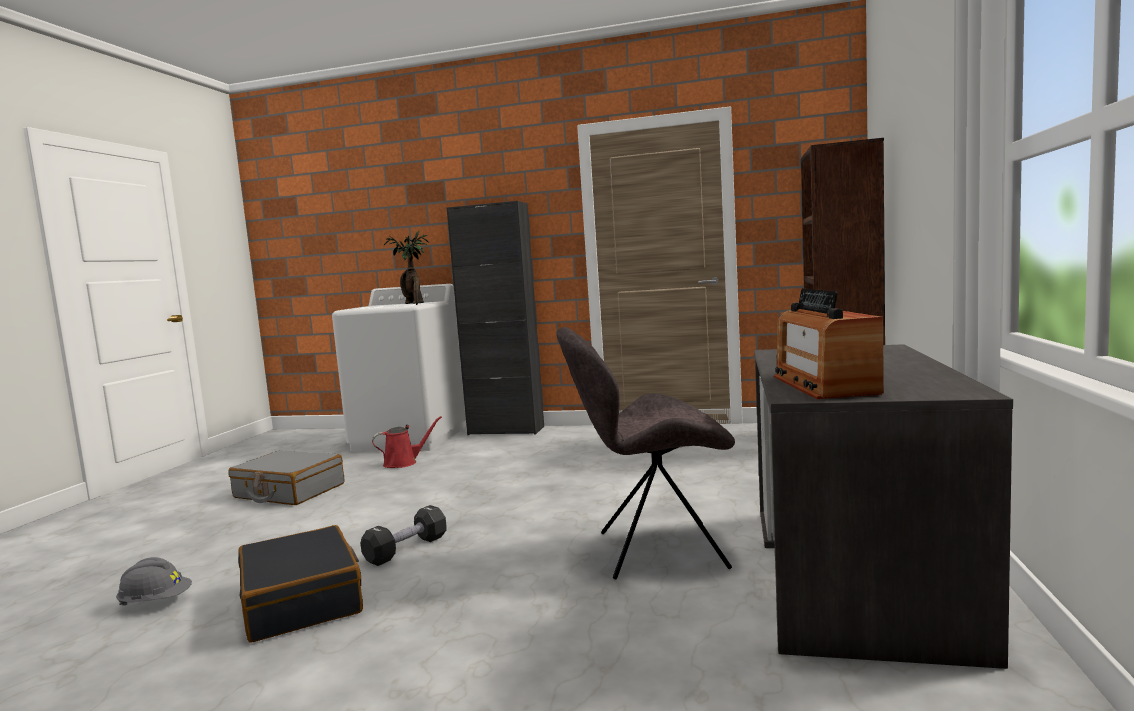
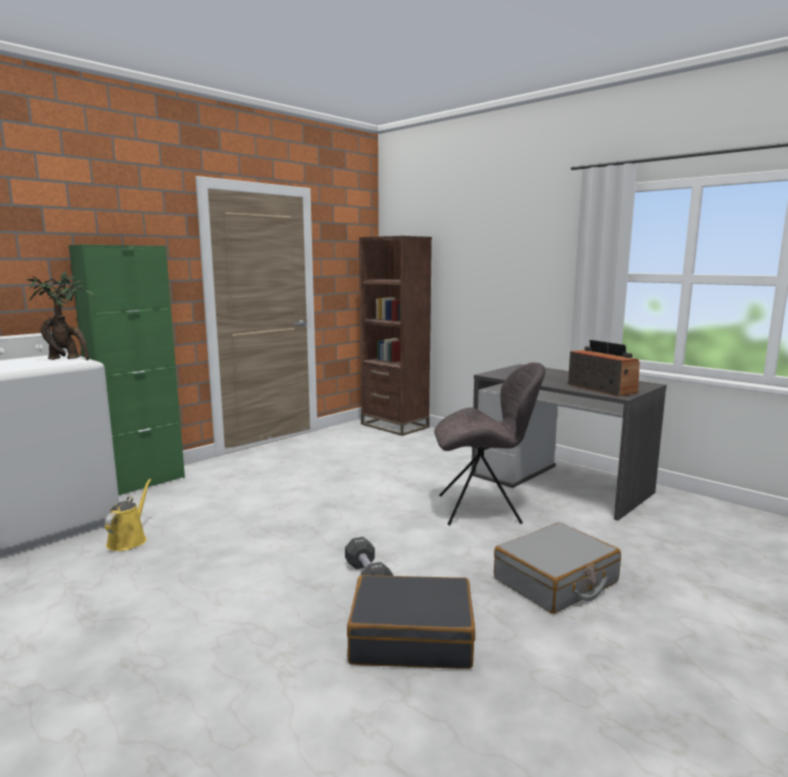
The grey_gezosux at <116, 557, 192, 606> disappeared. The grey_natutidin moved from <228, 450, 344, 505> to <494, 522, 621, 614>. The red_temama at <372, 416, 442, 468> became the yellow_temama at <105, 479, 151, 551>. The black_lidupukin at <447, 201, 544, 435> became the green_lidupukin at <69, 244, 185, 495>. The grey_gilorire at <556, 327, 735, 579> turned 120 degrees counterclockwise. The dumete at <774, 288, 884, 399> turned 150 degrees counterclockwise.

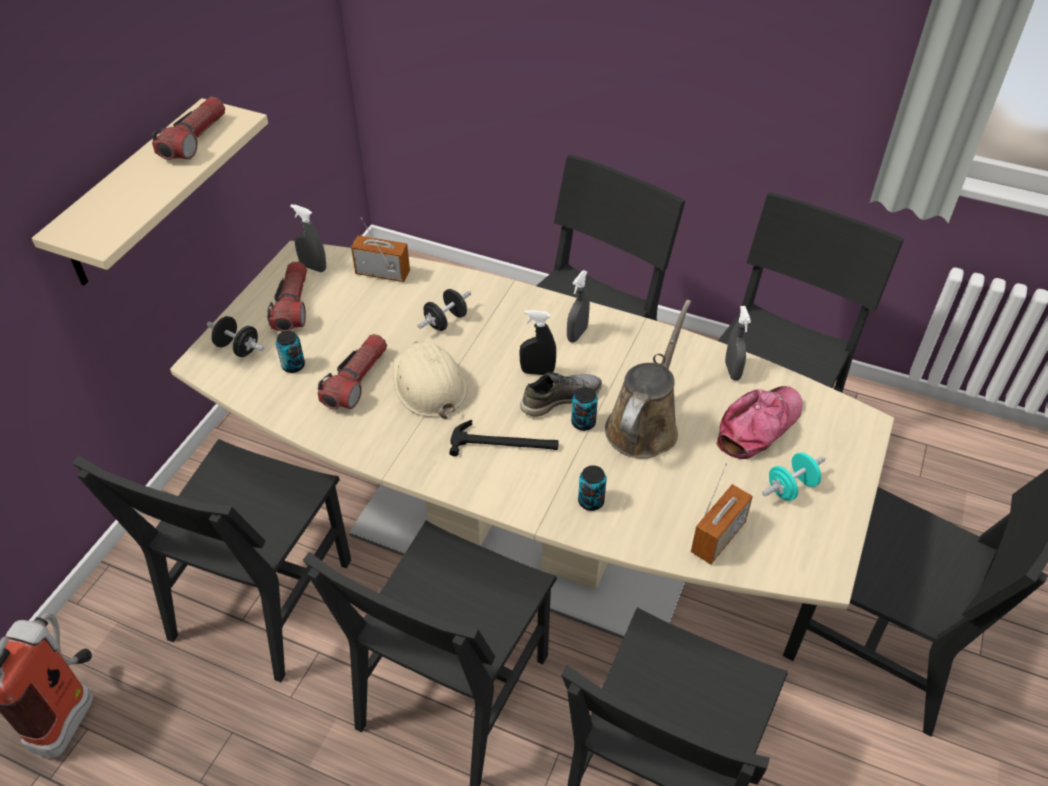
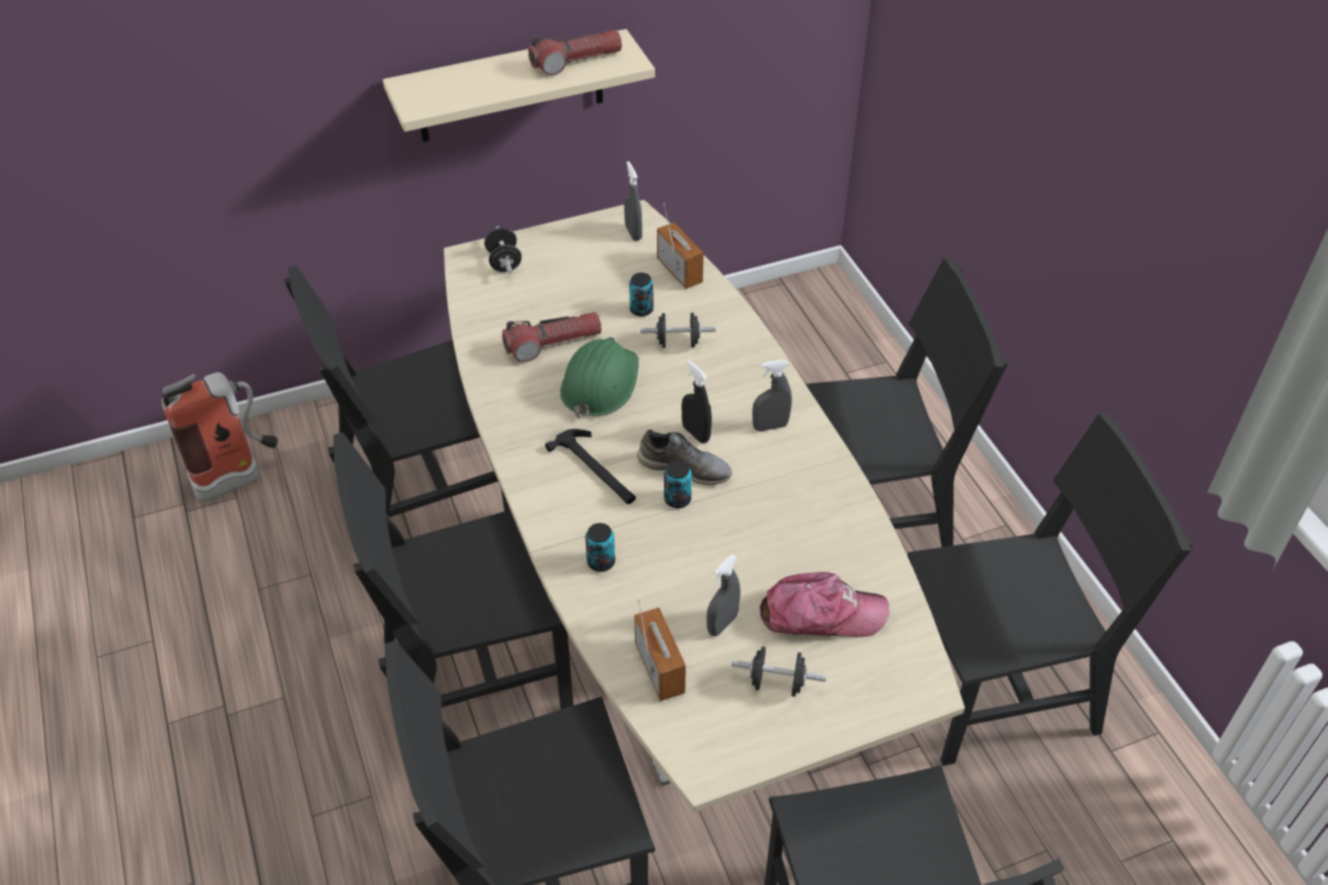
The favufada at <267, 262, 307, 332> disappeared. The brown_temama at <605, 300, 691, 459> disappeared. The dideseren moved from <276, 331, 305, 373> to <629, 273, 654, 317>. The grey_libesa moved from <725, 306, 751, 381> to <707, 554, 741, 636>. The beige_gezosux at <393, 342, 467, 419> became the green_gezosux at <560, 337, 639, 419>. The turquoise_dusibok at <762, 452, 825, 501> became the black_dusibok at <731, 647, 826, 697>. The dumete at <691, 463, 753, 564> turned 105 degrees counterclockwise.

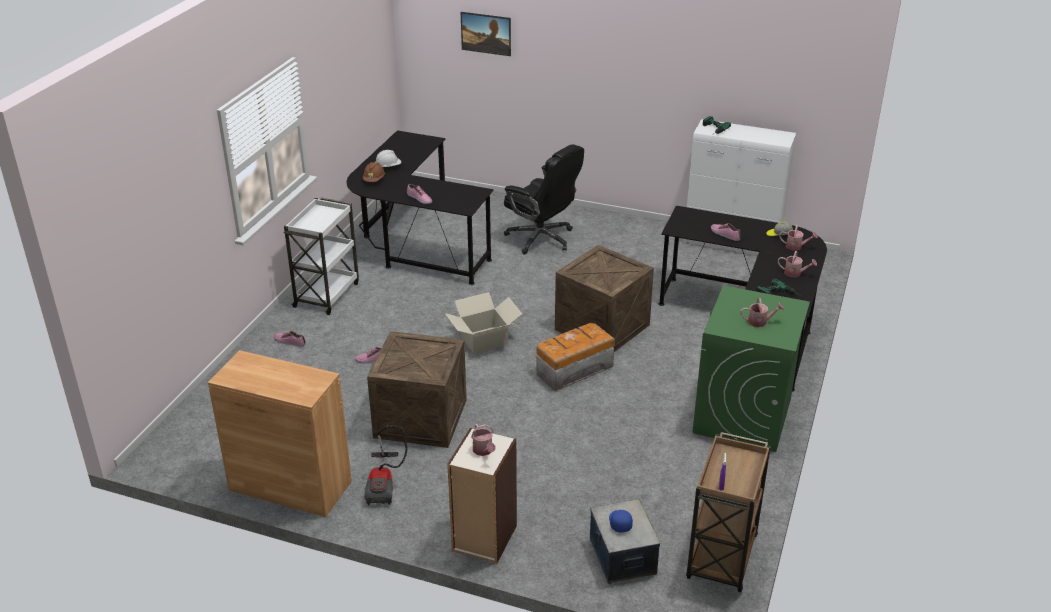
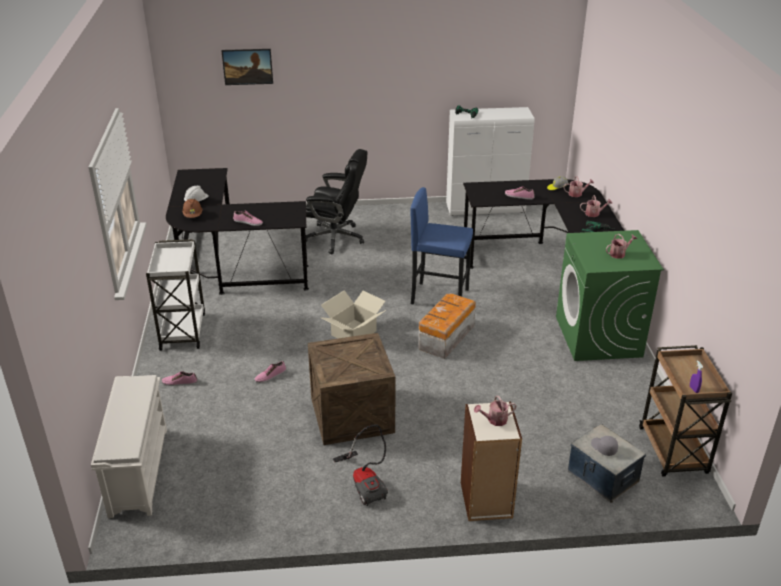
The brown_lidupukin at <208, 350, 352, 517> disappeared. The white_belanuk at <91, 375, 167, 518> appeared. The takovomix at <555, 245, 654, 352> was replaced by the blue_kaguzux at <410, 187, 473, 305>. The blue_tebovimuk at <609, 510, 633, 533> became the grey_tebovimuk at <591, 436, 618, 456>. The temama at <471, 424, 496, 456> turned 120 degrees clockwise.

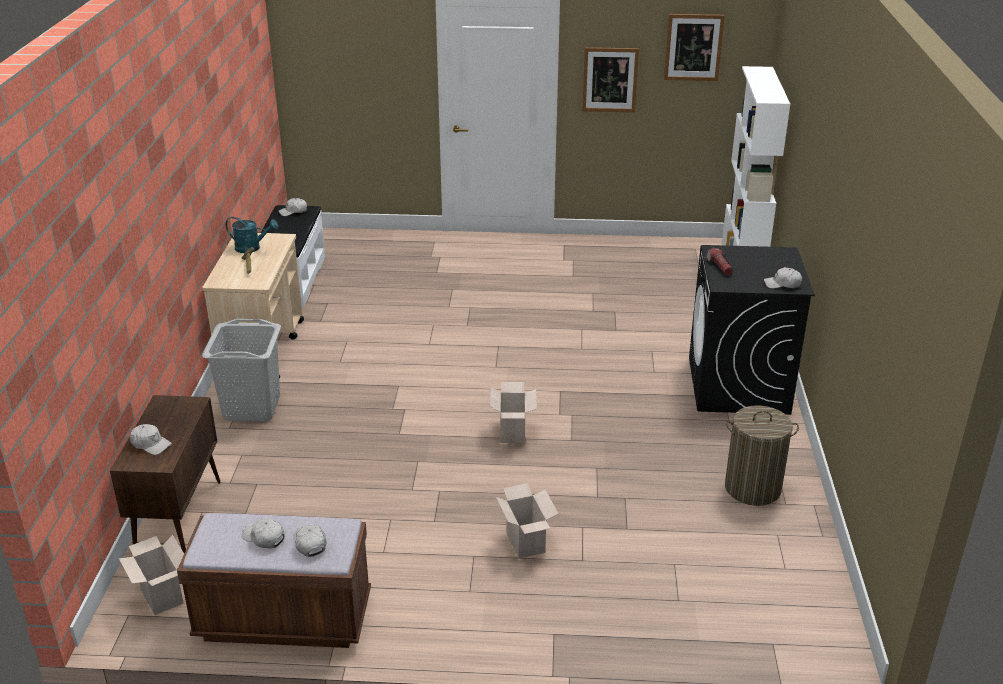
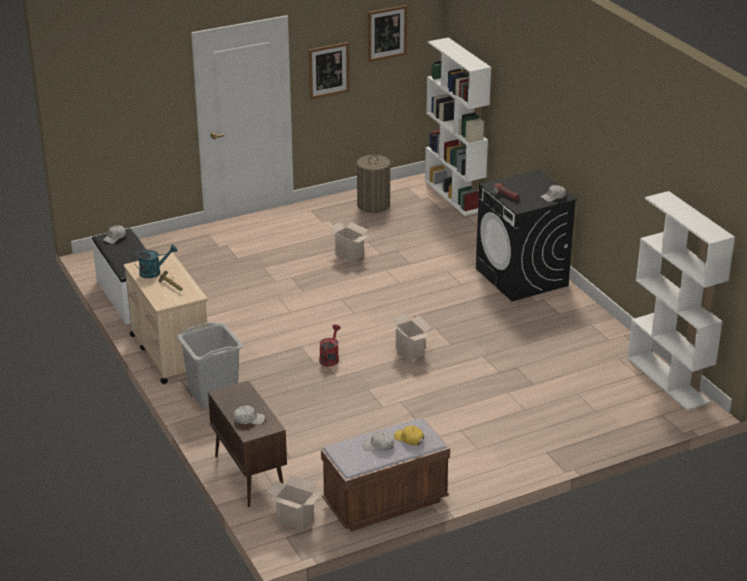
The red_temama at <319, 324, 341, 366> appeared. The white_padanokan at <627, 191, 735, 410> appeared. The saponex moved from <496, 483, 559, 558> to <330, 222, 368, 263>. The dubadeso moved from <725, 405, 799, 506> to <354, 155, 393, 213>. The white_tebovimuk at <293, 524, 327, 557> became the yellow_tebovimuk at <394, 426, 424, 446>.

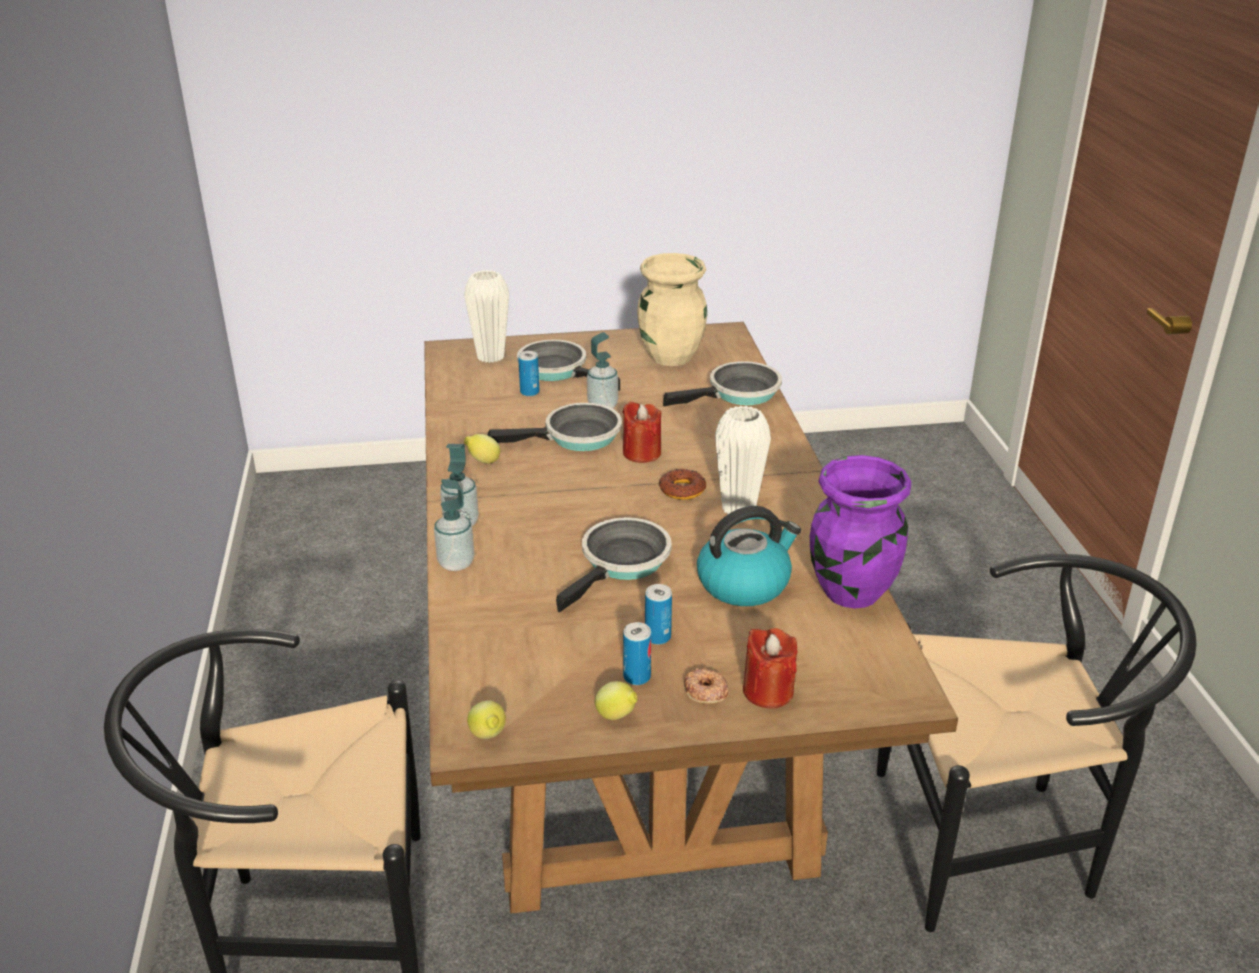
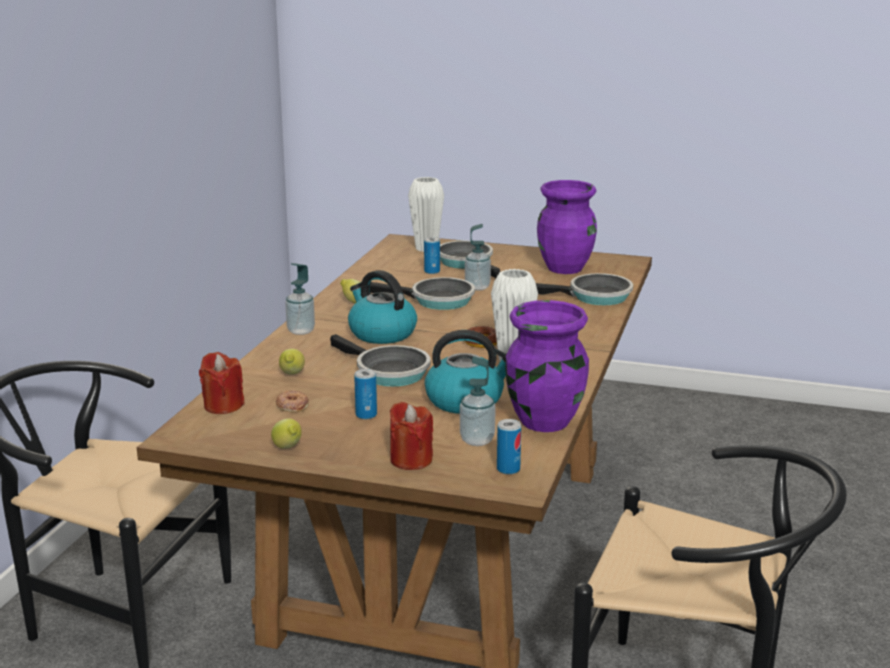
The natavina at <348, 270, 417, 344> appeared. The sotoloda moved from <434, 479, 475, 571> to <460, 356, 496, 446>. The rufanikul moved from <467, 700, 506, 739> to <279, 349, 305, 375>. The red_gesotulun moved from <623, 402, 661, 463> to <199, 352, 245, 414>. The dideseren moved from <623, 622, 651, 685> to <497, 419, 521, 475>. The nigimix moved from <684, 668, 728, 704> to <276, 390, 309, 412>. The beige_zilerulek at <637, 253, 707, 366> became the purple_zilerulek at <537, 180, 597, 274>. The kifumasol at <556, 517, 671, 612> turned 75 degrees clockwise.

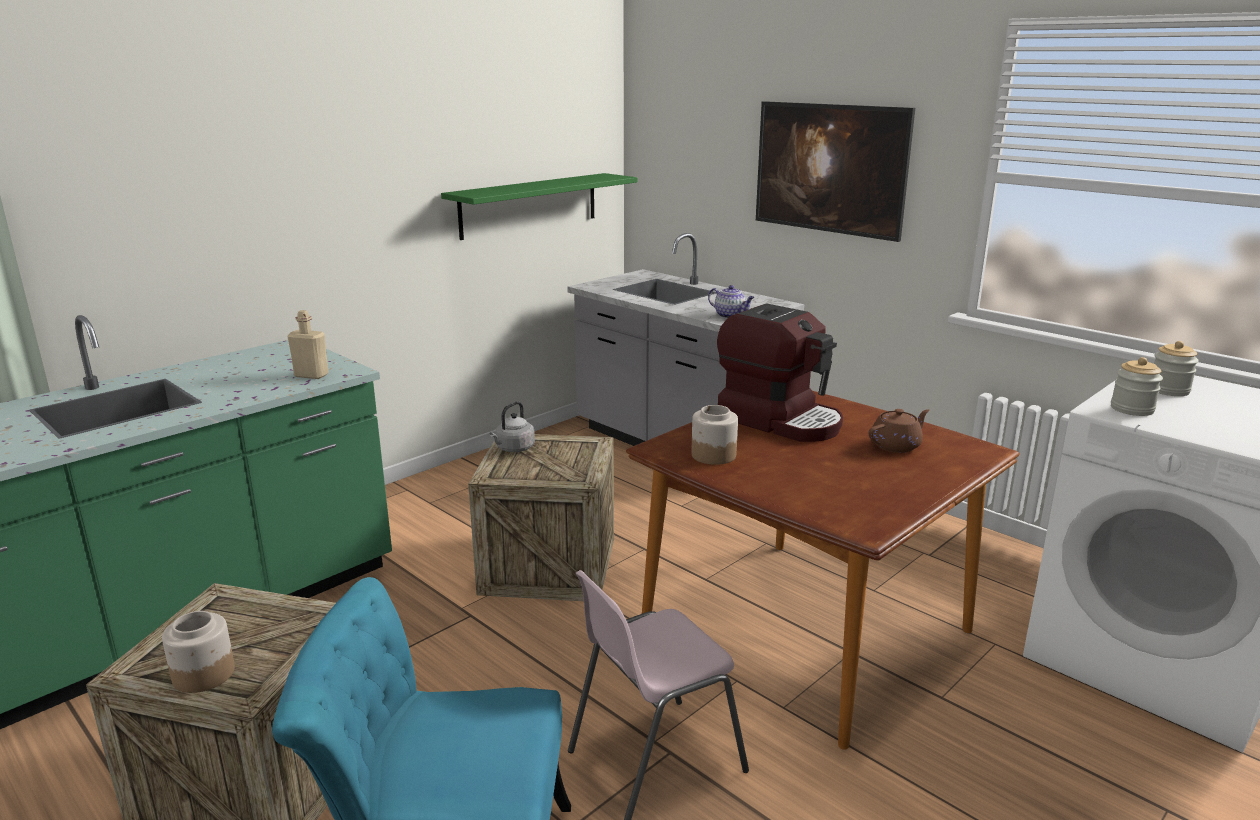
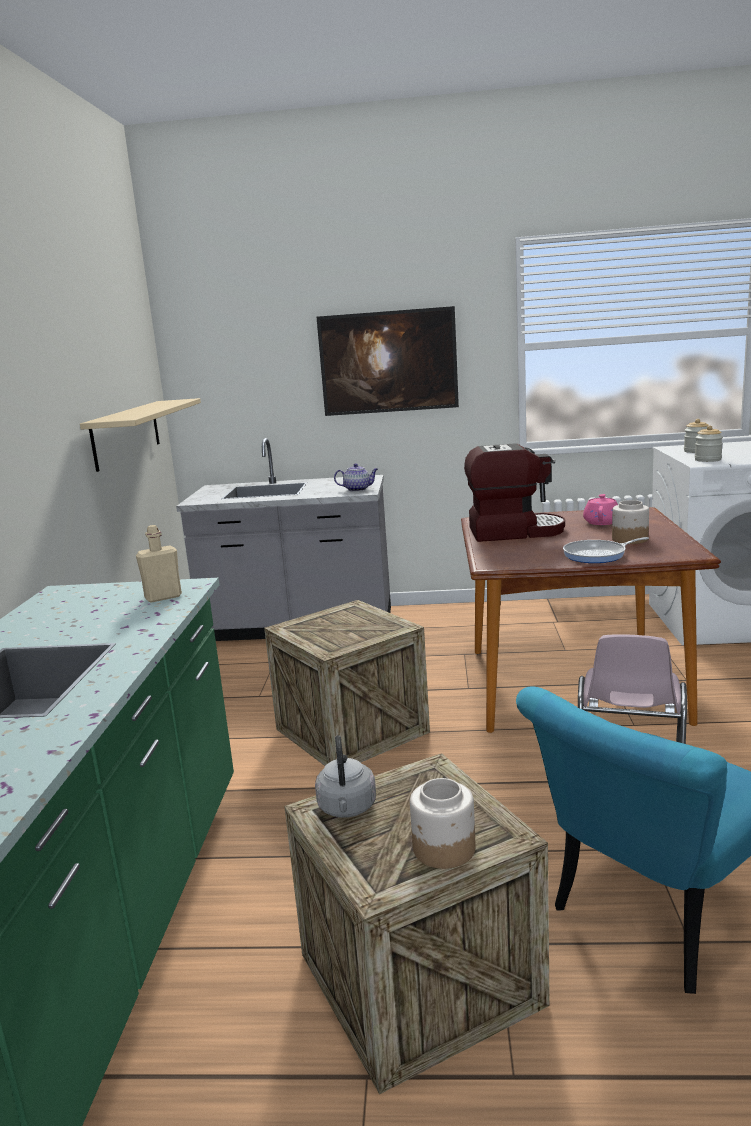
The kifumasol at <563, 537, 649, 563> appeared. The grey_natavina moved from <490, 401, 535, 452> to <315, 735, 376, 818>. The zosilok moved from <691, 405, 738, 465> to <612, 500, 649, 544>. The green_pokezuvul at <441, 173, 637, 240> became the beige_pokezuvul at <80, 398, 201, 472>. The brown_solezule at <869, 409, 930, 453> became the pink_solezule at <583, 494, 618, 525>.

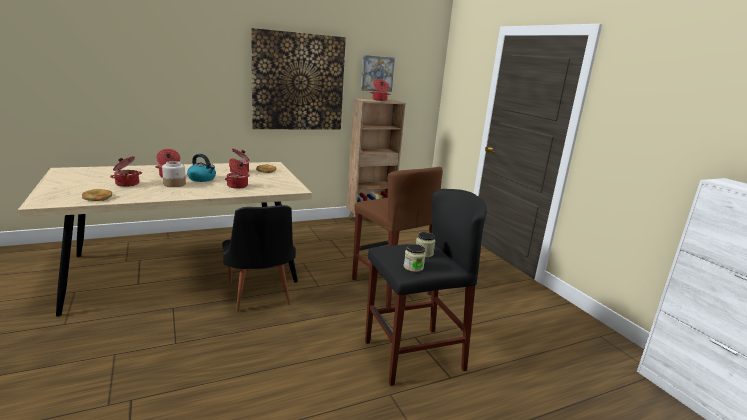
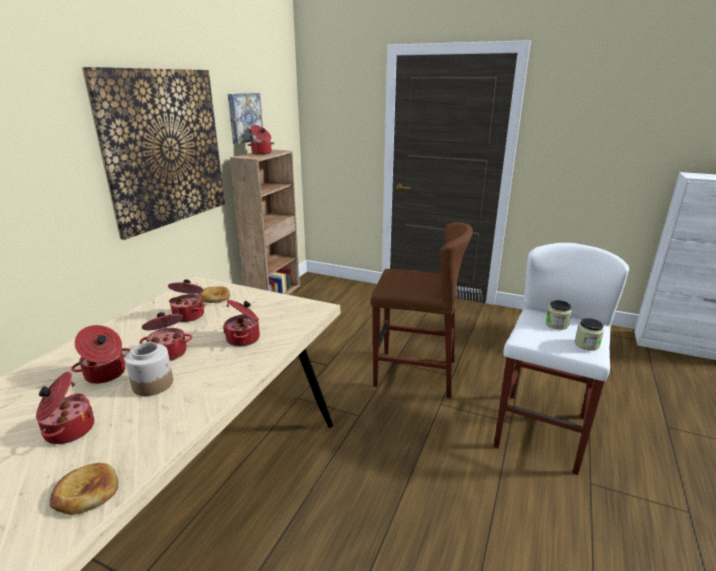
The black_gilorire at <222, 205, 296, 312> disappeared. The natavina at <187, 154, 216, 182> was replaced by the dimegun at <139, 312, 192, 361>. The black_kaguzux at <365, 189, 487, 386> became the white_kaguzux at <494, 243, 629, 475>.

